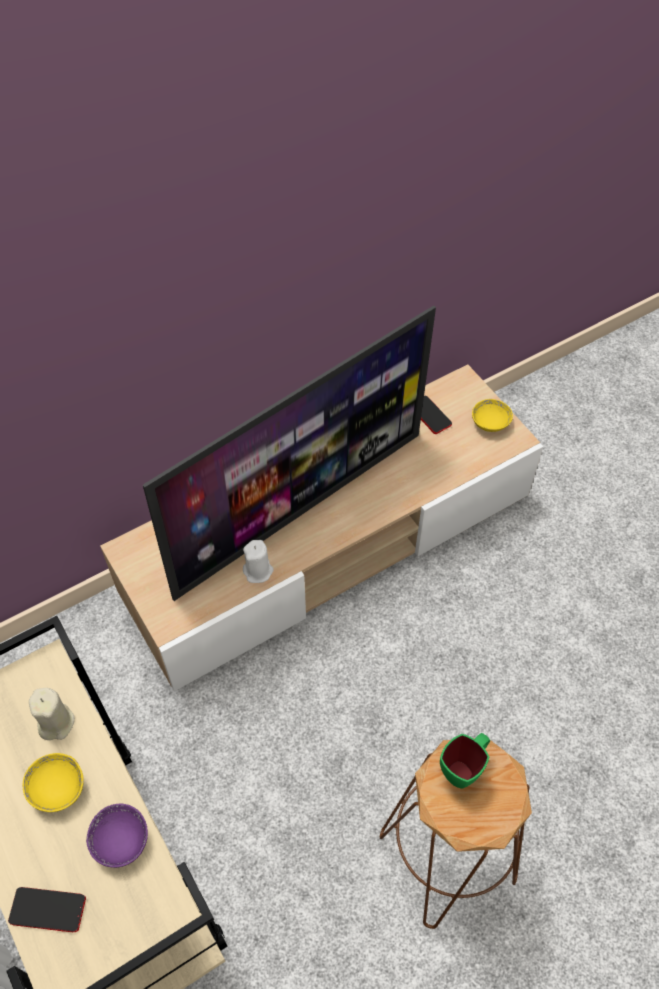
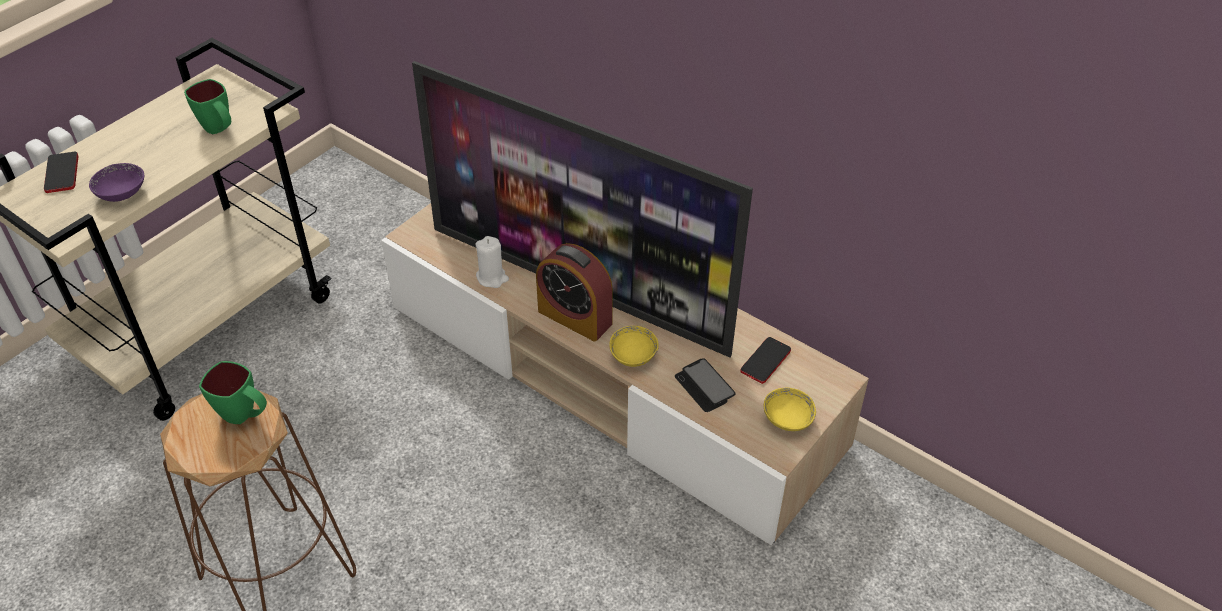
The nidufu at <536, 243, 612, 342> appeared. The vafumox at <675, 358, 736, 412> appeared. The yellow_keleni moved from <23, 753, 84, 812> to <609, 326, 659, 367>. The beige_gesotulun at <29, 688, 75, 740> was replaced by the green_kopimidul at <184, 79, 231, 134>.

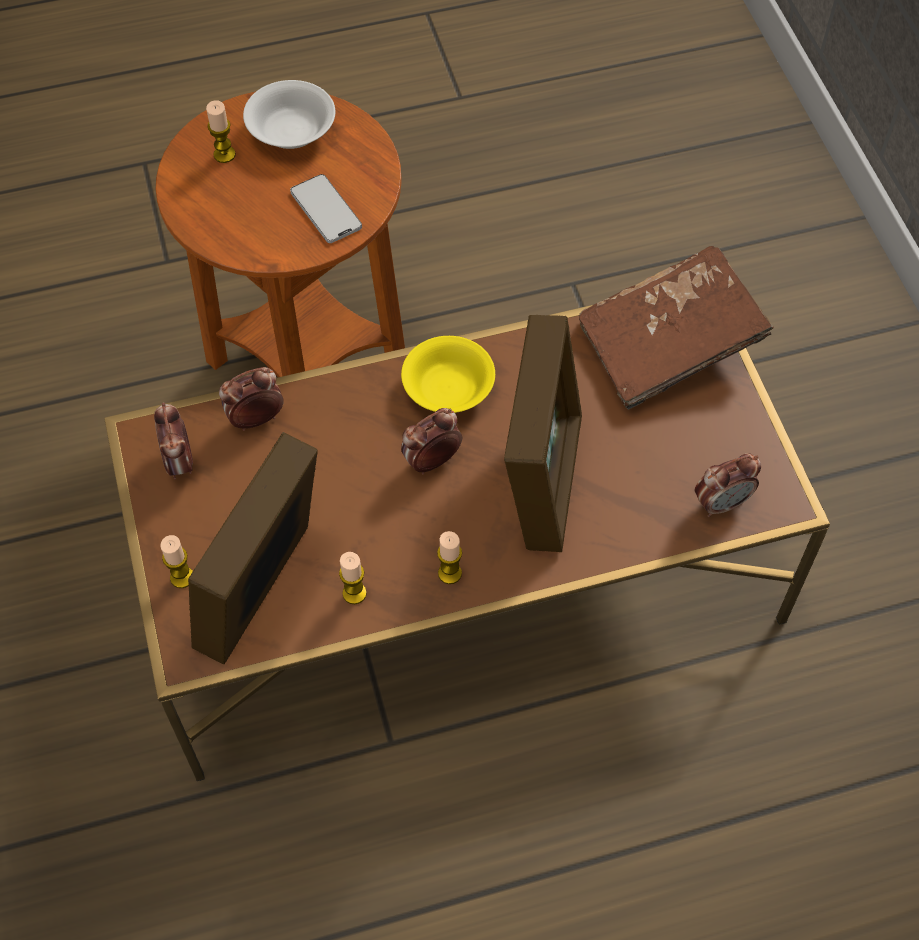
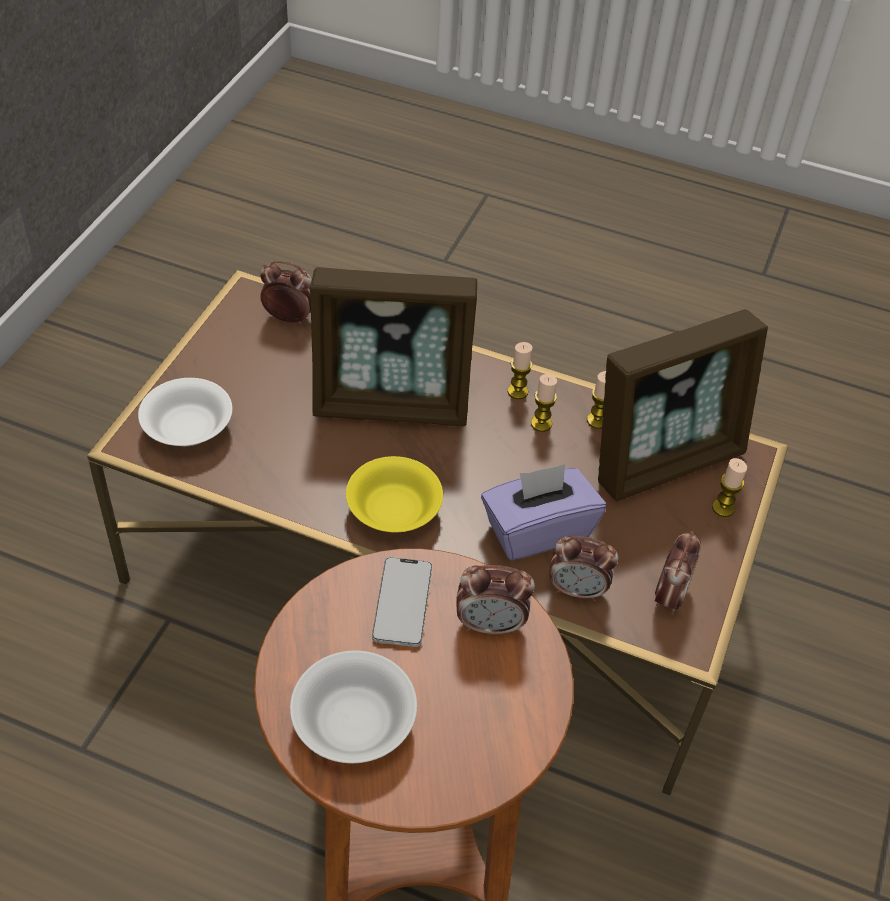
The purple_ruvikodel at <481, 464, 606, 560> appeared. The gesotulun moved from <206, 100, 236, 163> to <531, 374, 557, 432>. The nidufu moved from <401, 408, 462, 475> to <456, 565, 535, 636>. The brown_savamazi at <579, 246, 774, 410> was replaced by the white_keleni at <138, 378, 232, 446>. The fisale at <504, 315, 582, 552> turned 135 degrees counterclockwise.

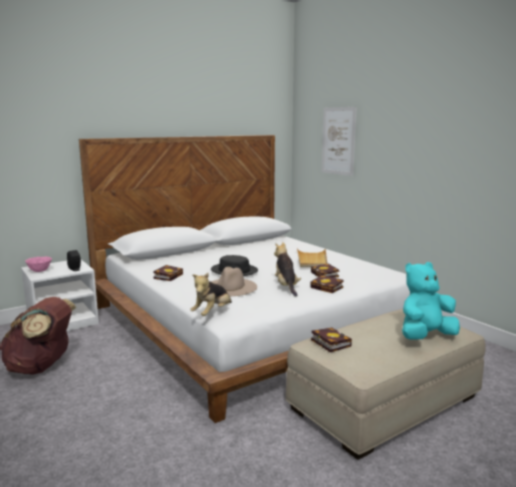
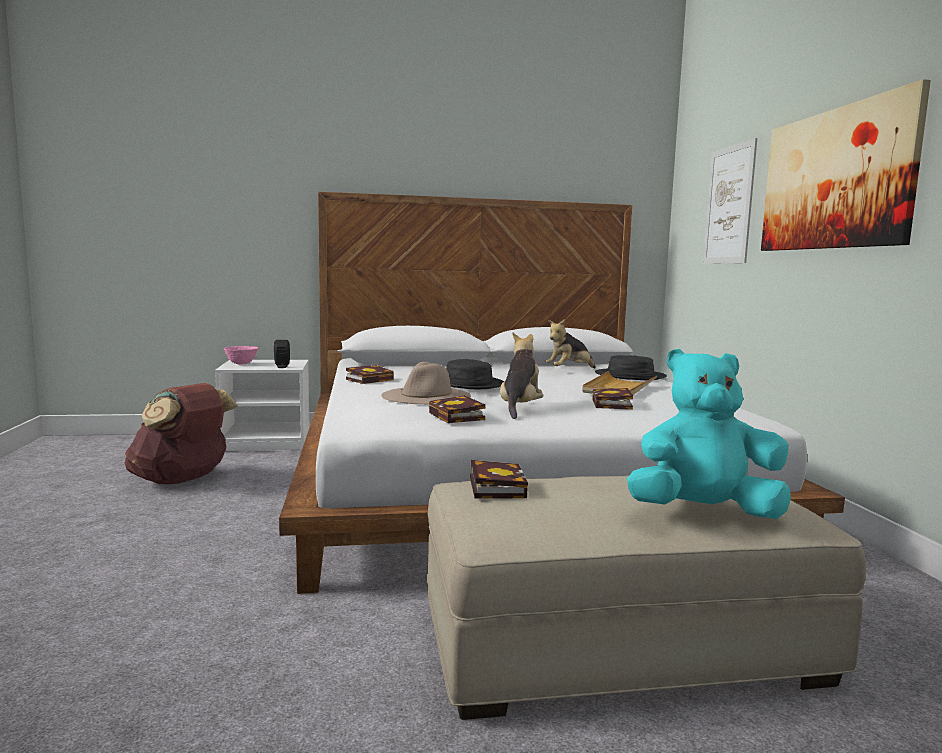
The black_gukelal at <595, 355, 667, 380> appeared. The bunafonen at <761, 79, 931, 251> appeared. The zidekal moved from <190, 273, 232, 316> to <545, 319, 596, 368>. The savamazi moved from <310, 275, 343, 293> to <429, 396, 485, 423>.

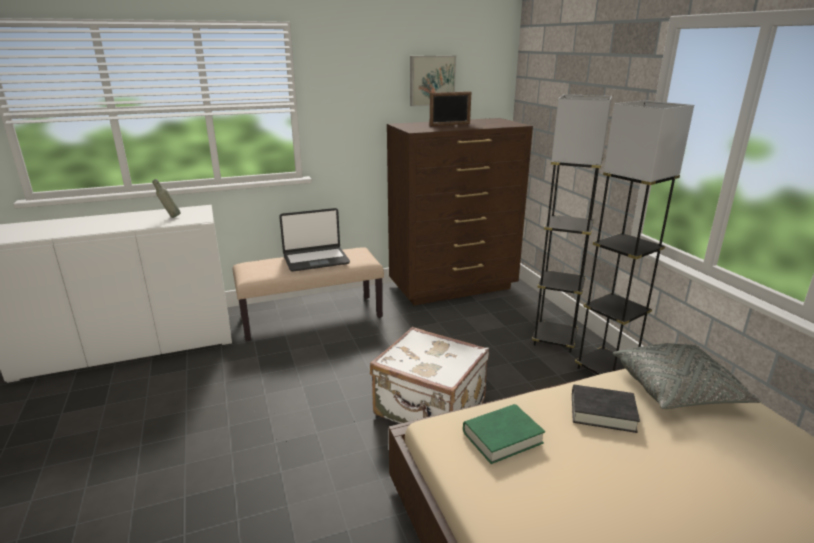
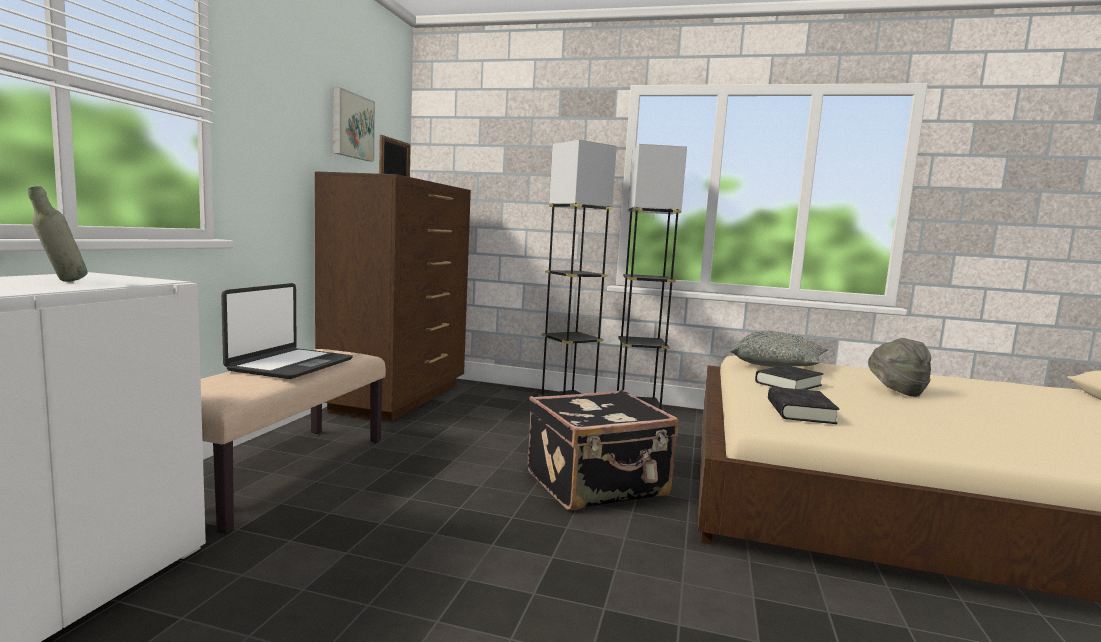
The grey_gukelal at <868, 338, 931, 397> appeared. The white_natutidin at <370, 327, 489, 424> became the black_natutidin at <528, 390, 678, 510>. The green_savamazi at <463, 404, 545, 464> became the black_savamazi at <768, 387, 839, 424>.

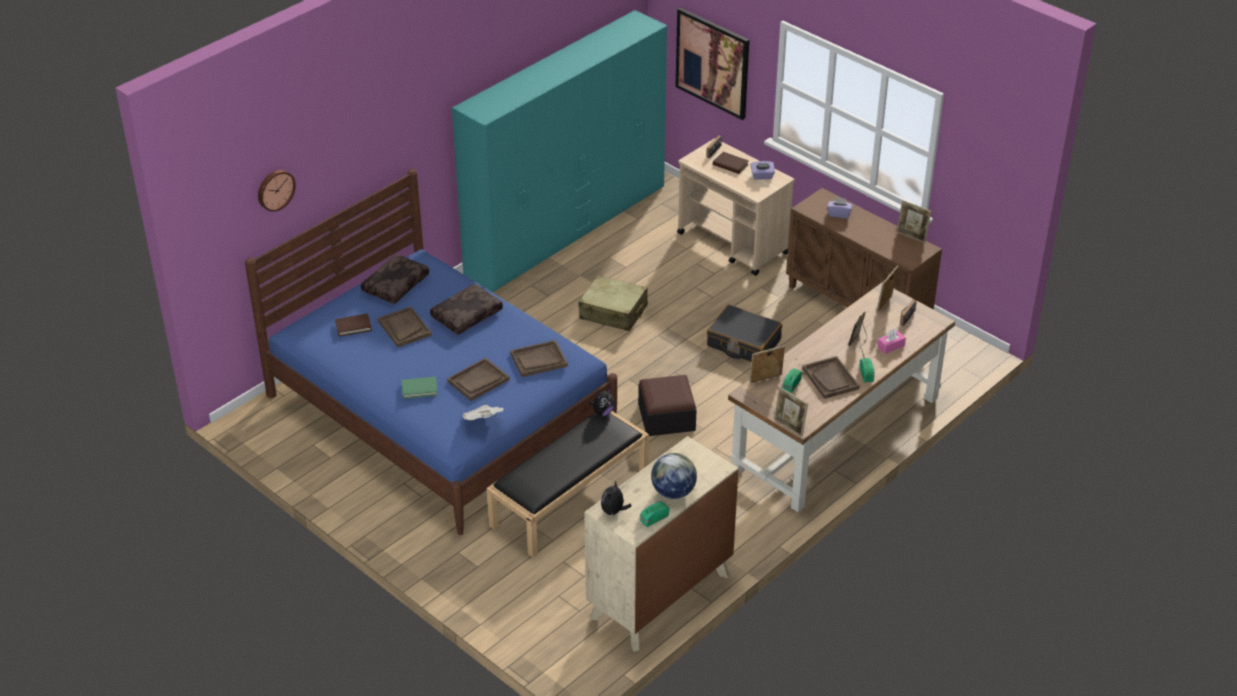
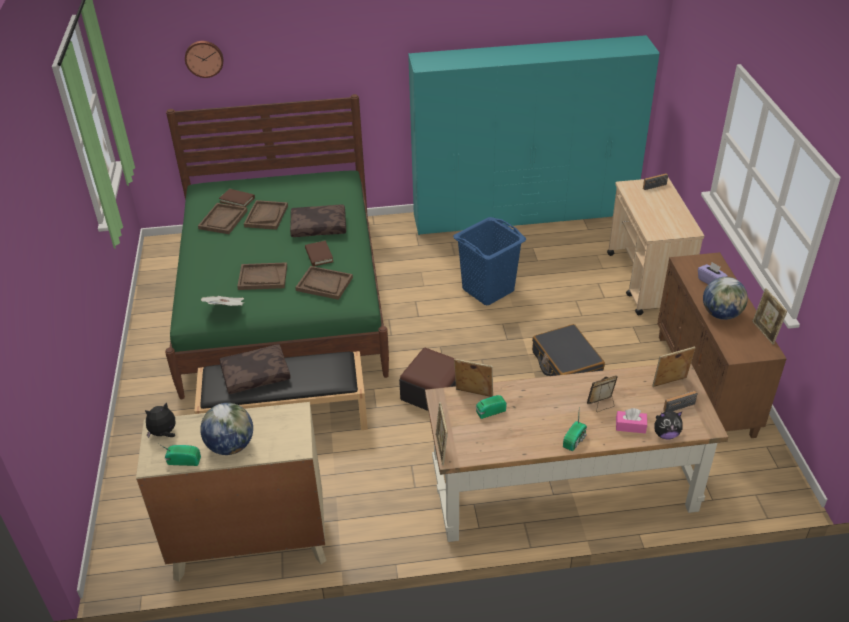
The green_savamazi at <401, 377, 438, 399> disappeared. The bunafonen at <675, 8, 749, 120> disappeared. The purple_ruvikodel at <751, 161, 775, 180> disappeared. The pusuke at <703, 277, 748, 320> appeared. The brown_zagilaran moved from <361, 254, 429, 304> to <219, 344, 291, 394>. The zidekal moved from <589, 388, 615, 416> to <654, 411, 682, 440>. The brown_savamazi moved from <713, 152, 749, 174> to <305, 241, 334, 266>. The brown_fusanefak moved from <802, 356, 860, 399> to <198, 203, 248, 234>. The beige_natutidin at <578, 275, 648, 331> was replaced by the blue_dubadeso at <453, 217, 526, 305>. The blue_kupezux at <245, 169, 617, 535> became the green_kupezux at <165, 94, 389, 399>.

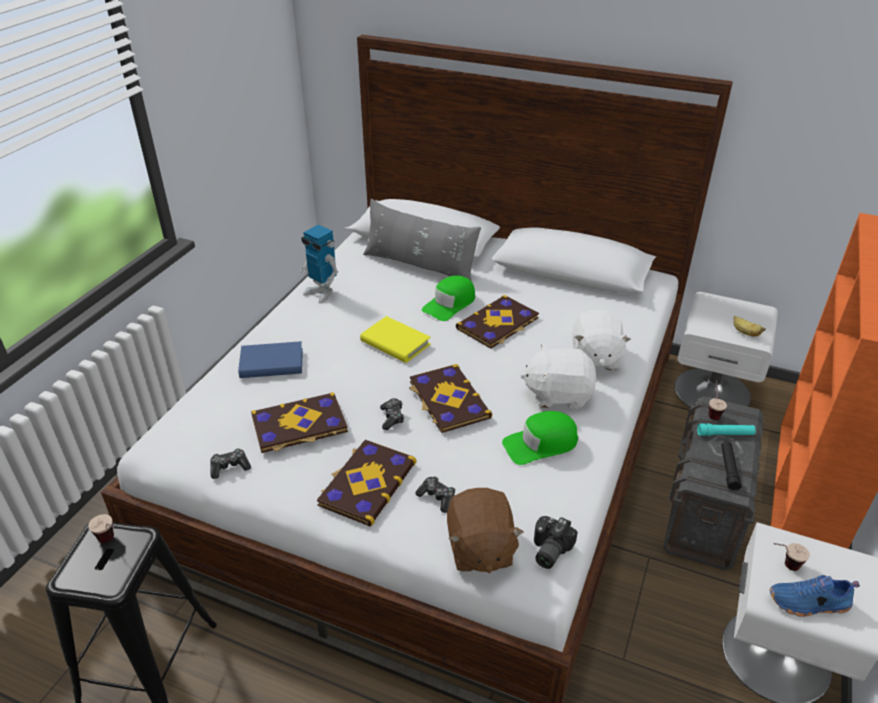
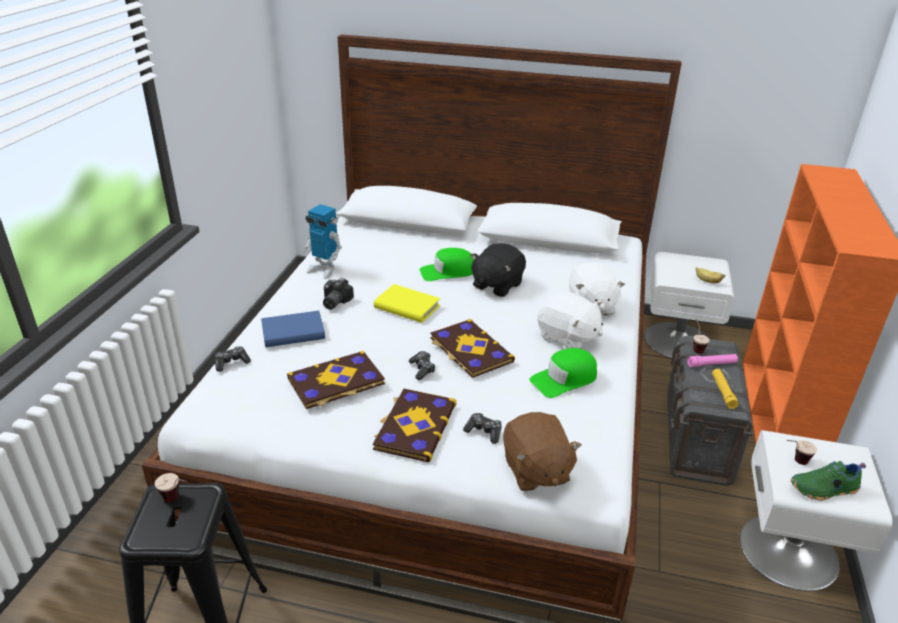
The grey_zagilaran at <363, 199, 481, 282> disappeared. The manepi moved from <210, 448, 251, 479> to <215, 347, 251, 372>. The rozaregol moved from <534, 516, 578, 569> to <323, 278, 354, 310>. The savamazi at <456, 295, 539, 349> was replaced by the black_zidekal at <470, 243, 526, 297>. The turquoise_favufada at <697, 423, 756, 436> became the pink_favufada at <687, 354, 738, 367>. The black_favufada at <721, 442, 742, 491> became the yellow_favufada at <712, 369, 739, 409>. The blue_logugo at <770, 575, 860, 617> became the green_logugo at <791, 461, 866, 501>. The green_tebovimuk at <422, 275, 475, 321> turned 45 degrees clockwise. The white_zidekal at <521, 344, 597, 410> turned 135 degrees counterclockwise.

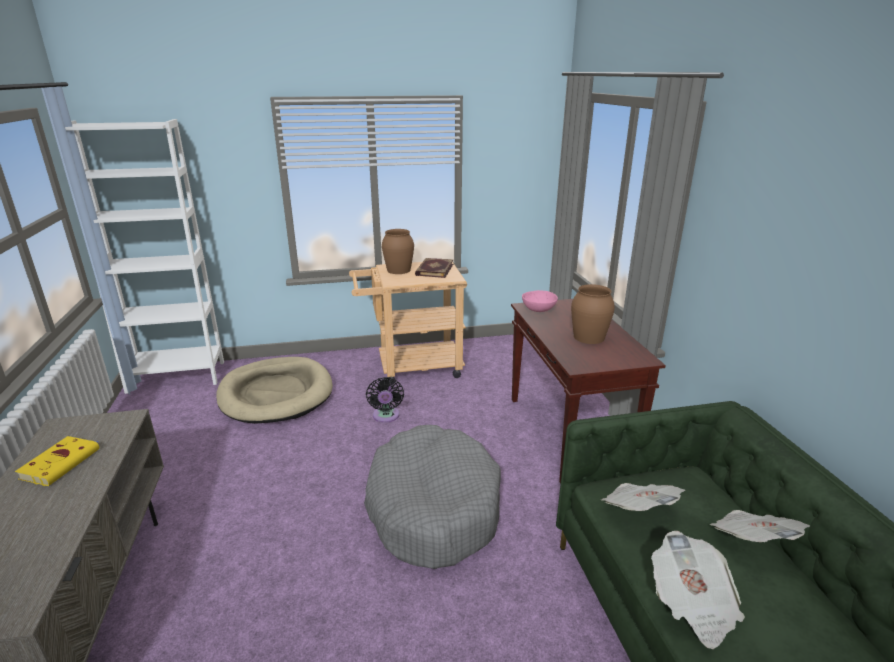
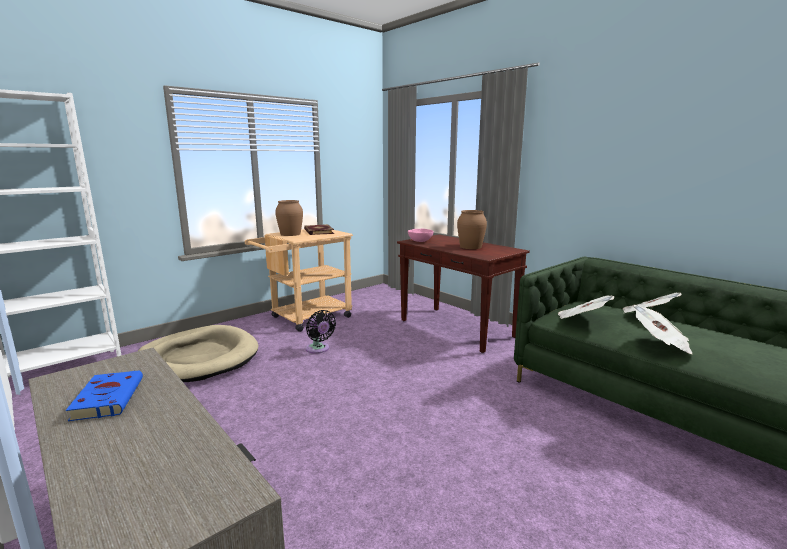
The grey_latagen at <364, 425, 501, 569> disappeared. The yellow_savamazi at <15, 436, 99, 486> became the blue_savamazi at <66, 370, 143, 421>.

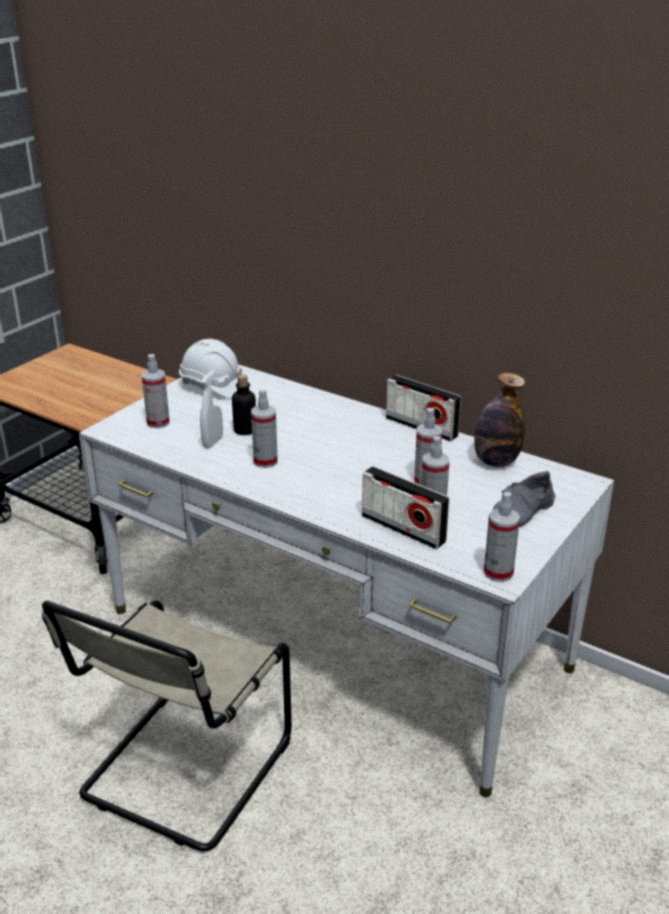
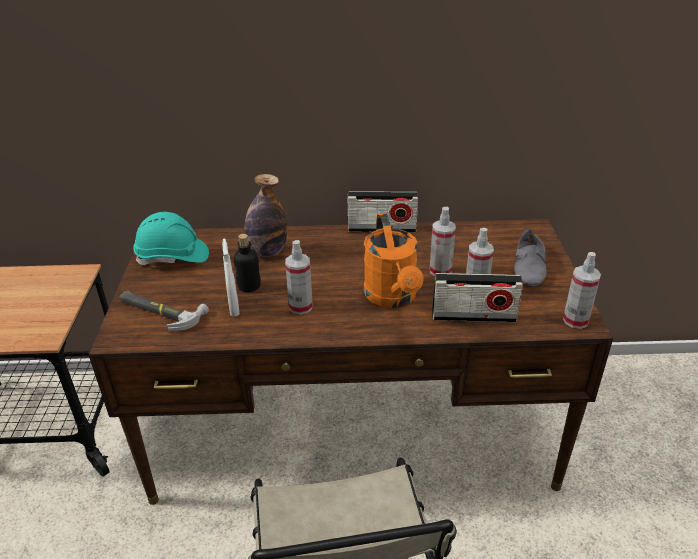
The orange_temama at <364, 213, 424, 308> appeared. The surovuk moved from <474, 373, 525, 467> to <244, 174, 287, 257>. The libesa at <142, 354, 170, 428> was replaced by the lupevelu at <120, 290, 209, 331>. The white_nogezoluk at <79, 364, 614, 797> became the brown_nogezoluk at <89, 219, 613, 505>. The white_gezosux at <179, 339, 250, 398> became the turquoise_gezosux at <133, 212, 209, 265>.

